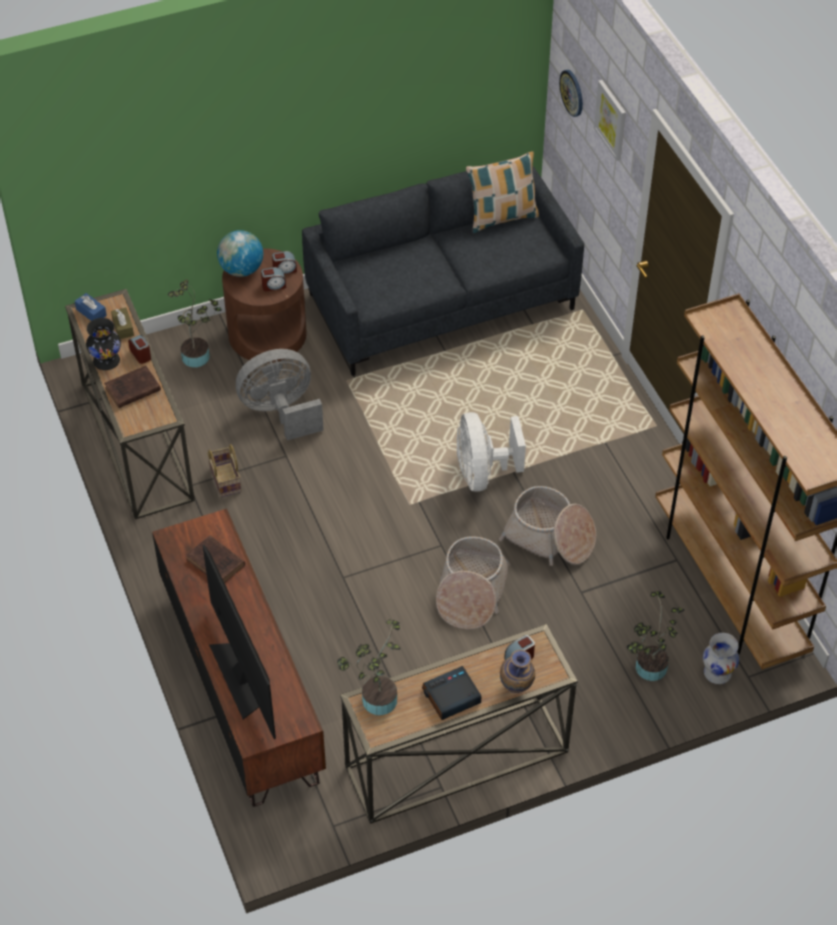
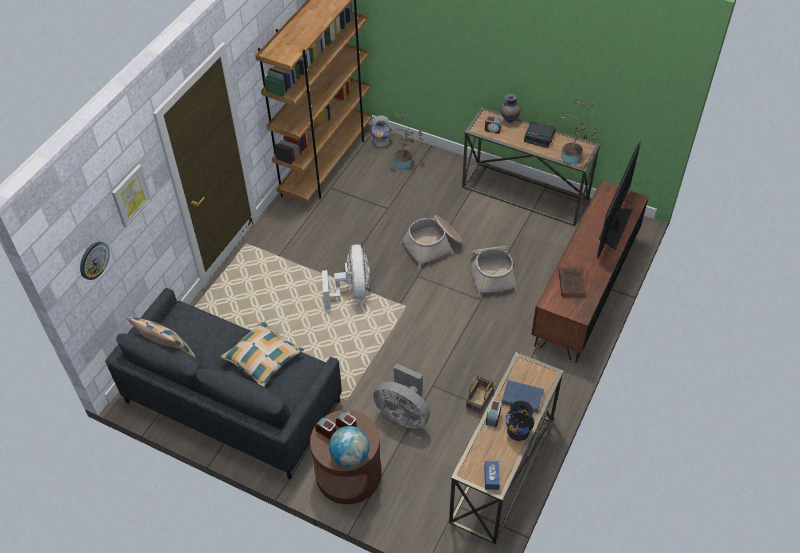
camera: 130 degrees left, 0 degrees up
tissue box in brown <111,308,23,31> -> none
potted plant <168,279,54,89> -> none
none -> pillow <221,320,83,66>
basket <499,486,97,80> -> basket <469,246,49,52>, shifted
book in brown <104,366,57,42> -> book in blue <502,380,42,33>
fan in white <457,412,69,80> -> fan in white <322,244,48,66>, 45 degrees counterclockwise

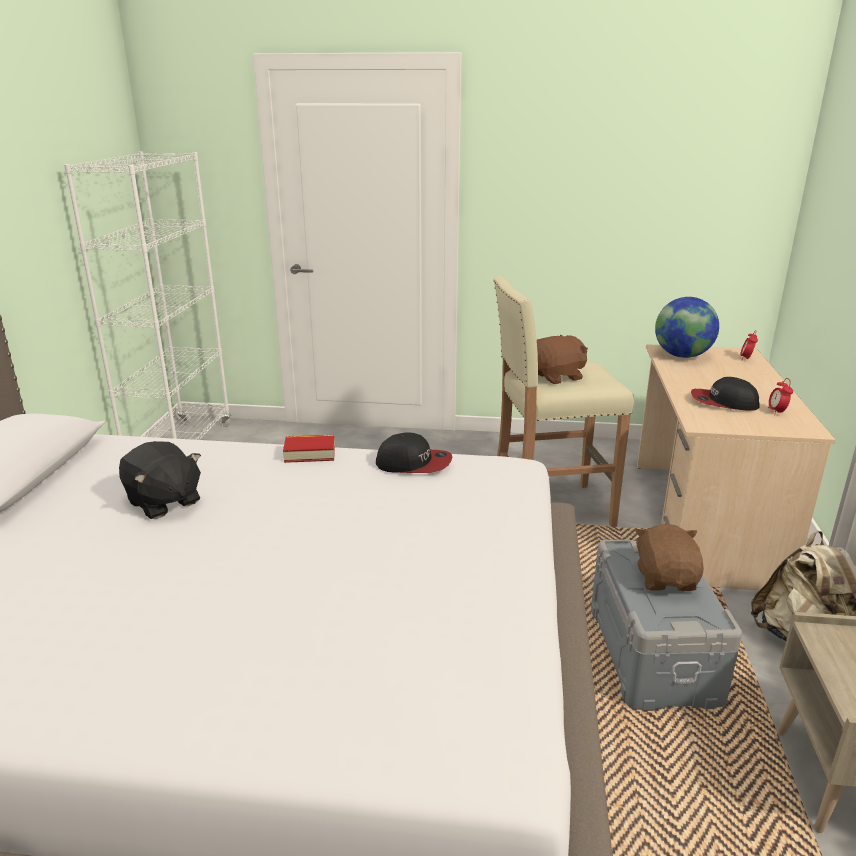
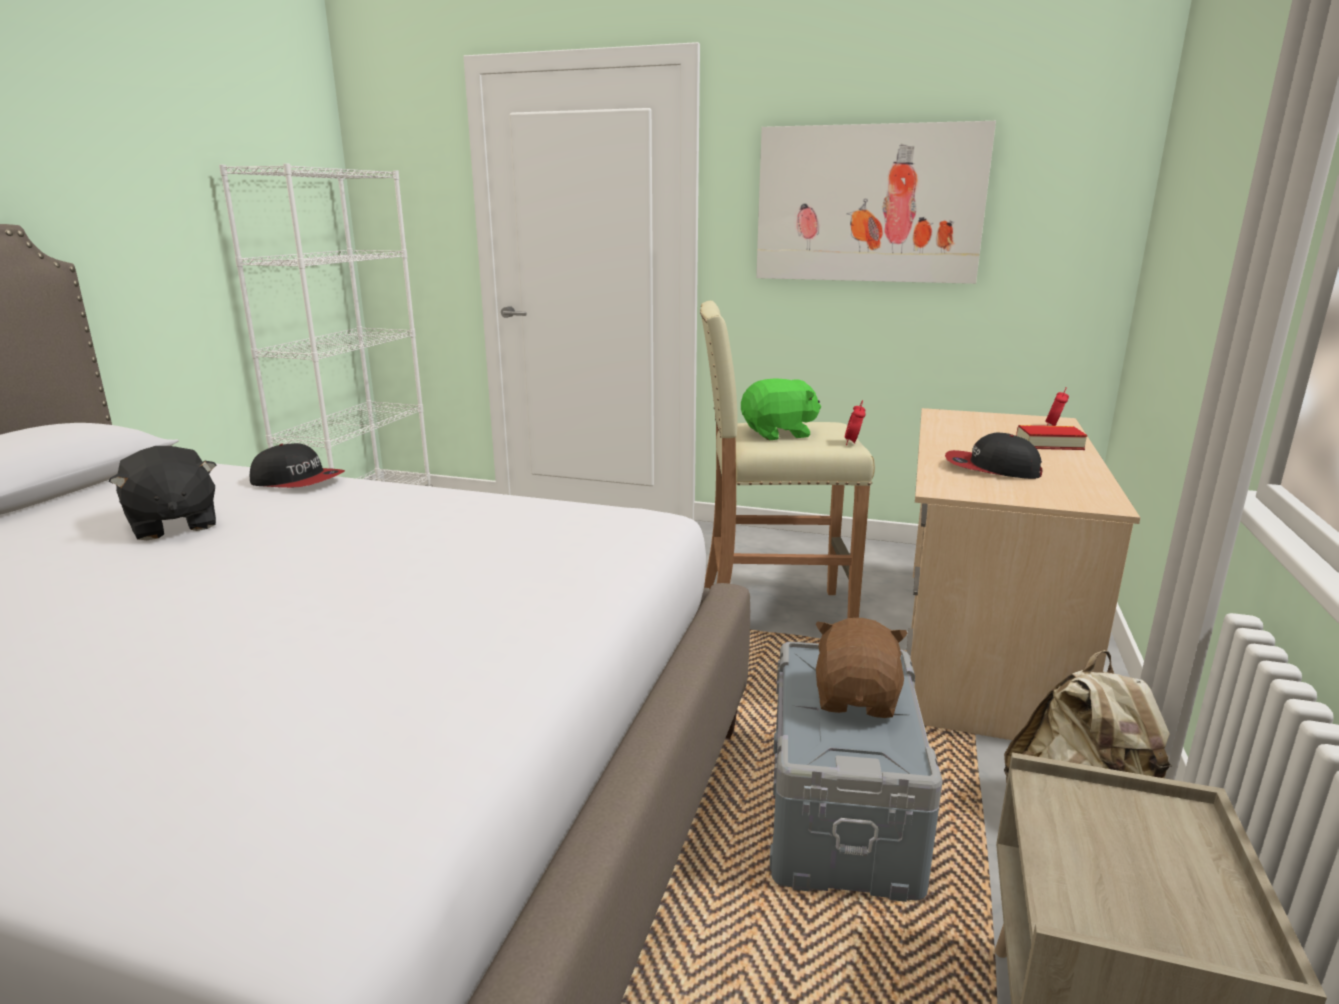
camera: 10 degrees right, 5 degrees down
globe <655,297,64,61> -> none
none -> picture <756,121,240,163>
book <283,435,52,28> -> book <1016,425,71,25>, shifted
cap <376,432,76,41> -> cap <250,443,95,45>, shifted
alarm clock <768,378,25,37> -> alarm clock <844,400,22,45>, shifted
plush toy in brown <537,334,51,50> -> plush toy in green <741,379,80,61>

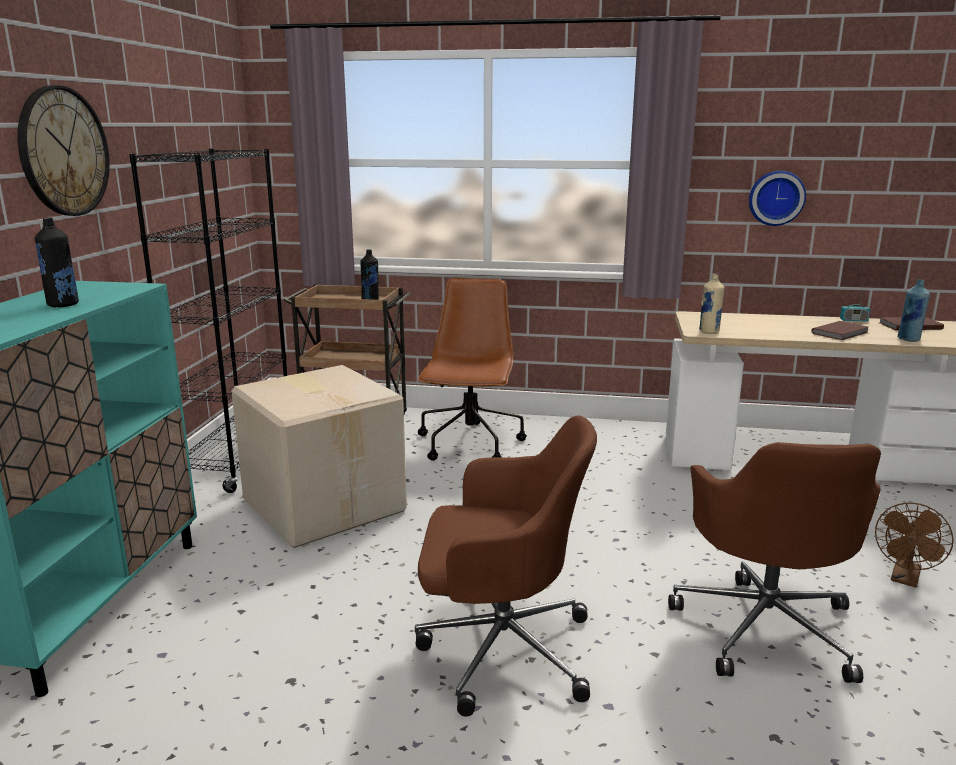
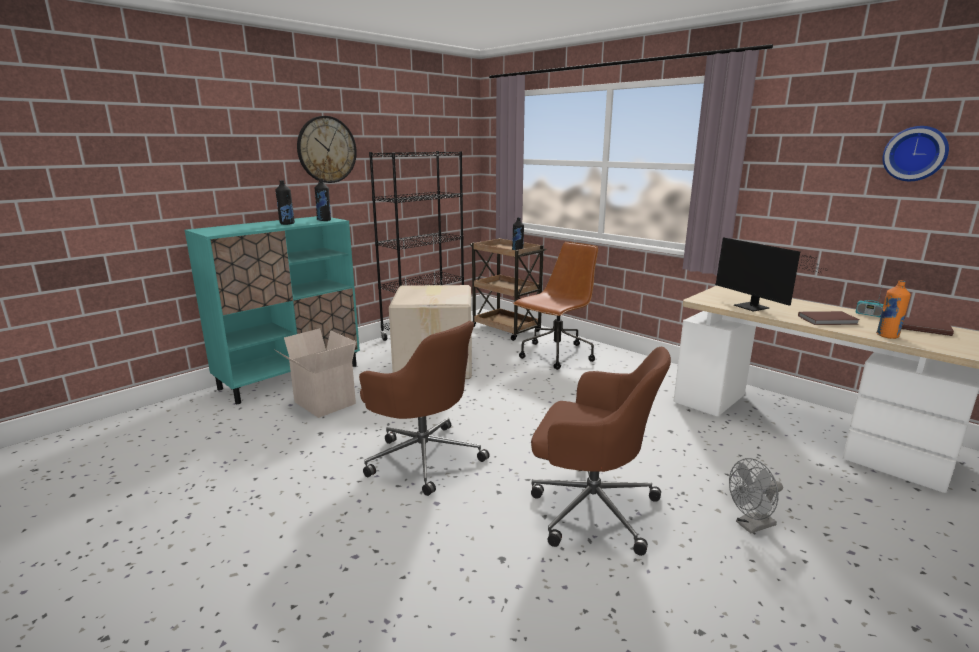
camera: 35 degrees right, 0 degrees up
bottle in beige <699,274,25,60> -> none
none -> cardboard box <274,328,82,90>
none -> bottle in black <314,179,17,42>
none -> monitor <715,237,112,75>
wall clock <749,170,57,56> -> wall clock <882,126,67,55>, shifted
fan in brown <875,503,79,84> -> fan in grey <729,458,54,75>
bottle in blue <897,279,33,63> -> bottle in orange <876,280,35,59>
office chair in brown <668,442,213,241> -> office chair in brown <531,347,140,209>, 105 degrees counterclockwise

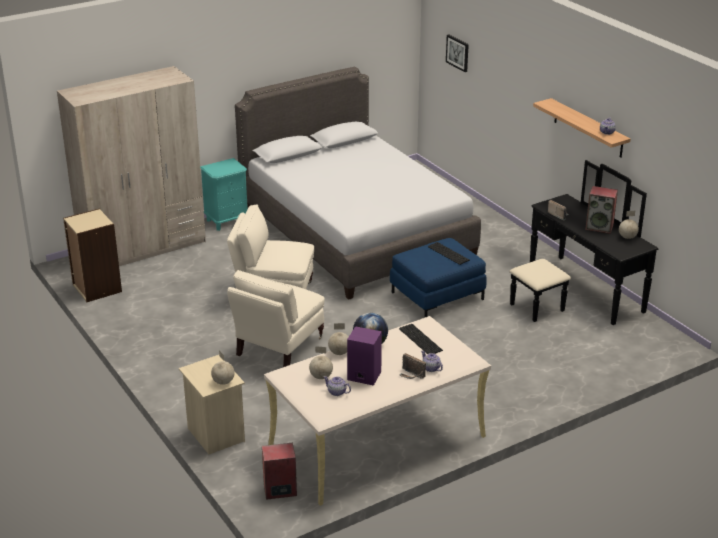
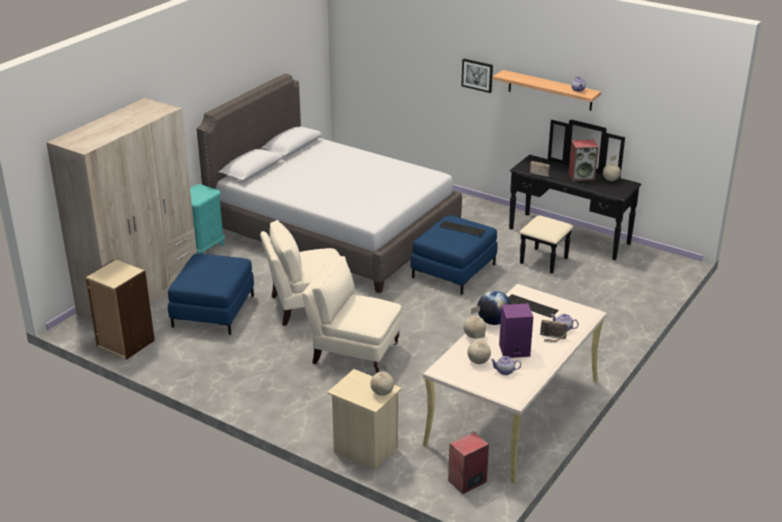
camera: 25 degrees left, 0 degrees up
none -> ottoman in blue <168,253,86,82>
picture <446,35,23,37> -> picture <461,59,32,34>, shifted
armchair in beige <227,270,97,97> -> armchair in beige <302,256,99,119>, 105 degrees clockwise

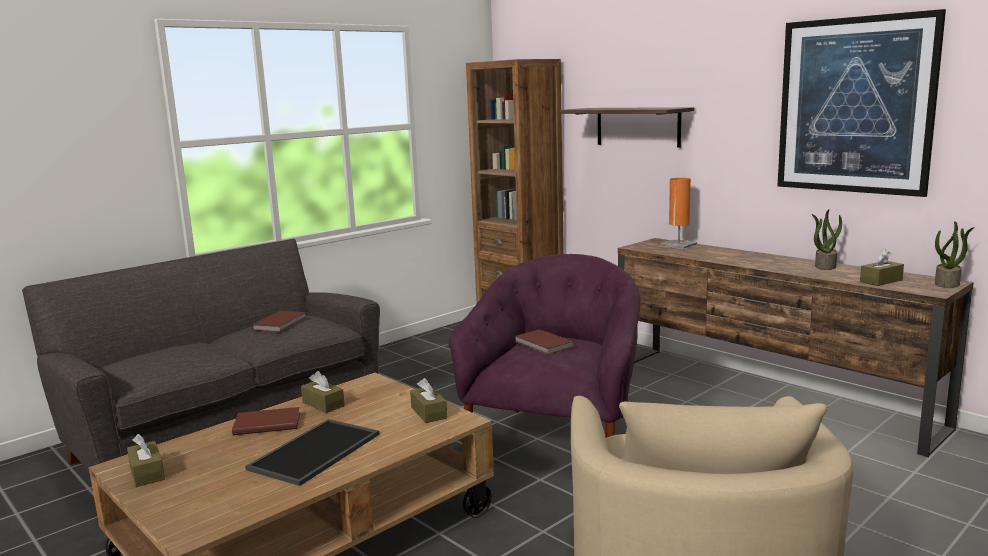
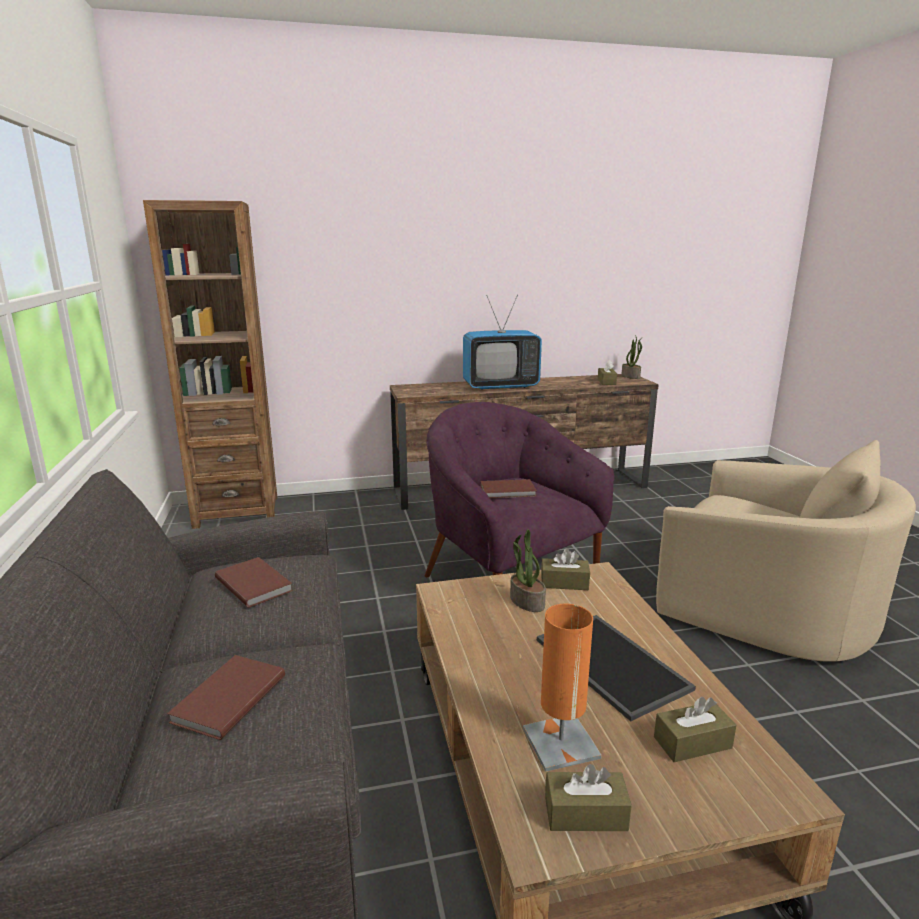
camera: 60 degrees left, 5 degrees up
shelf <559,107,135,41> -> none
picture <777,9,169,188> -> none
none -> television <463,295,79,95>
book in brown <232,407,68,28> -> book in brown <167,655,118,85>, shifted
tissue box in brown <301,371,44,42> -> tissue box in brown <654,697,82,65>, shifted
table lamp in orange <660,178,37,71> -> table lamp in orange <523,604,79,168>, shifted
potted plant <812,209,30,61> -> potted plant <510,529,36,83>, shifted

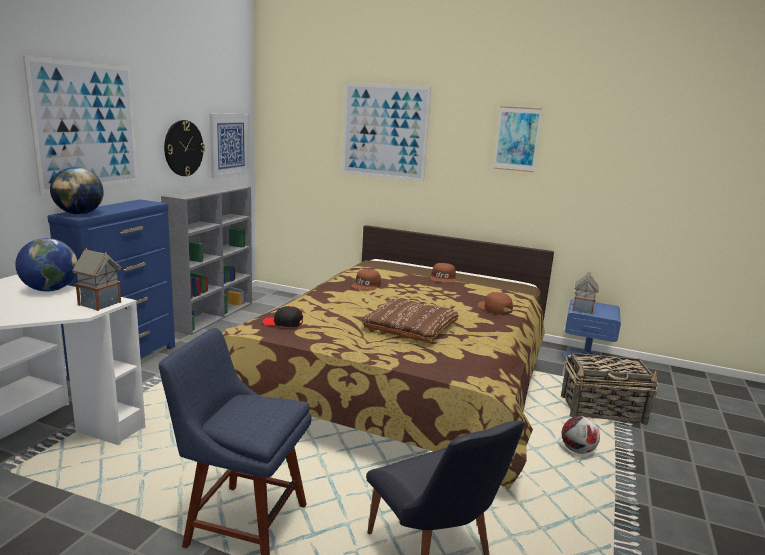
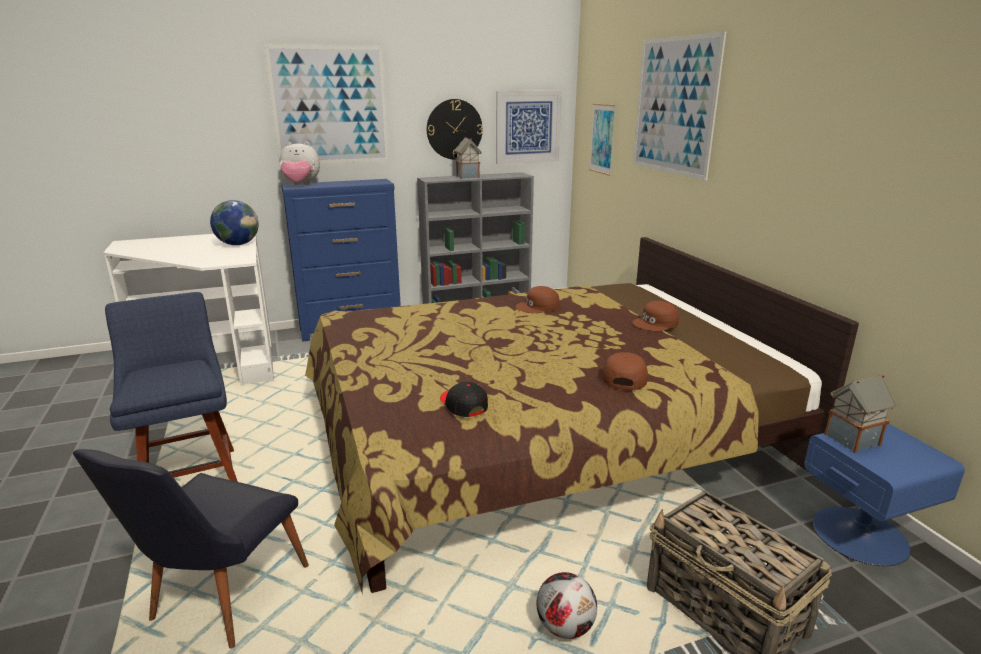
camera: 50 degrees right, 5 degrees up
pillow in brown <362,298,97,45> -> none
toy house <72,248,49,63> -> toy house <454,137,28,42>, shifted
cap in black <263,306,40,21> -> cap in black <440,382,48,35>, shifted
picture <493,106,49,66> -> picture <589,104,28,72>, shifted
globe <50,167,54,48> -> plush toy <279,142,41,43>

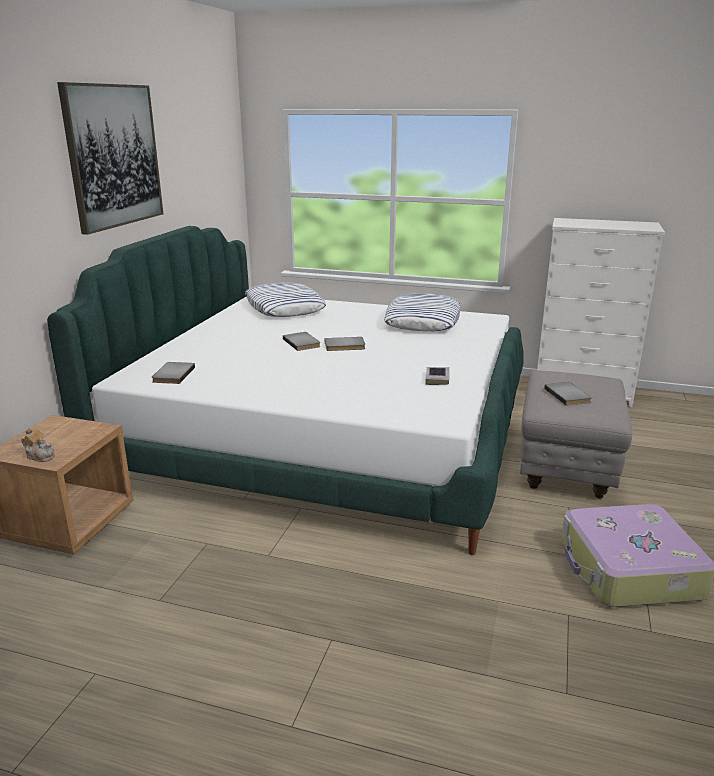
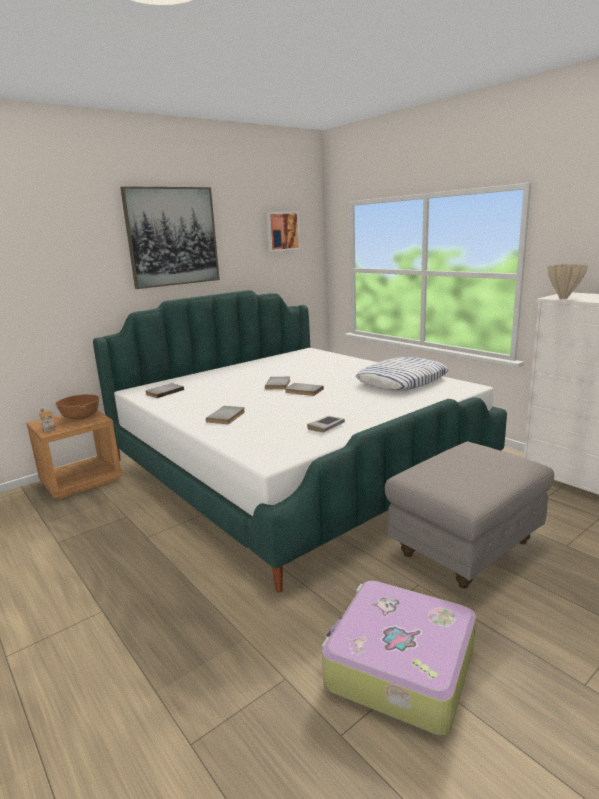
camera: 35 degrees right, 5 degrees down
pillow <245,282,81,35> -> none
none -> bowl in brown <55,394,45,25>
none -> picture <266,212,34,40>
none -> vase in beige <548,264,40,35>
book in grey <544,382,48,24> -> book in grey <206,406,39,18>, shifted

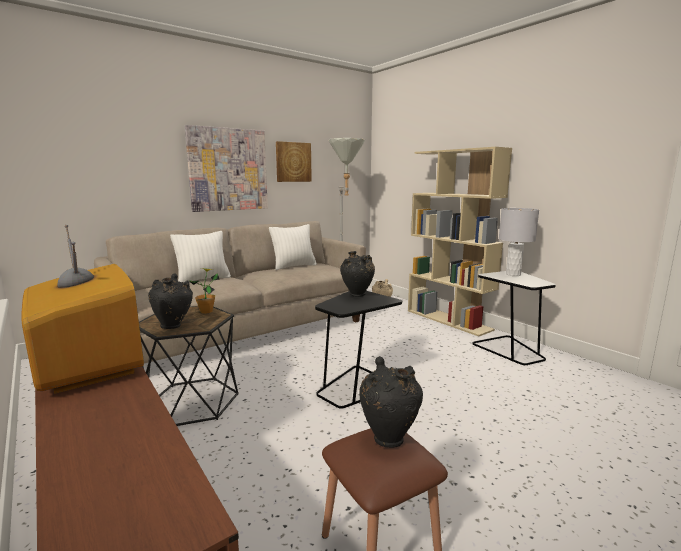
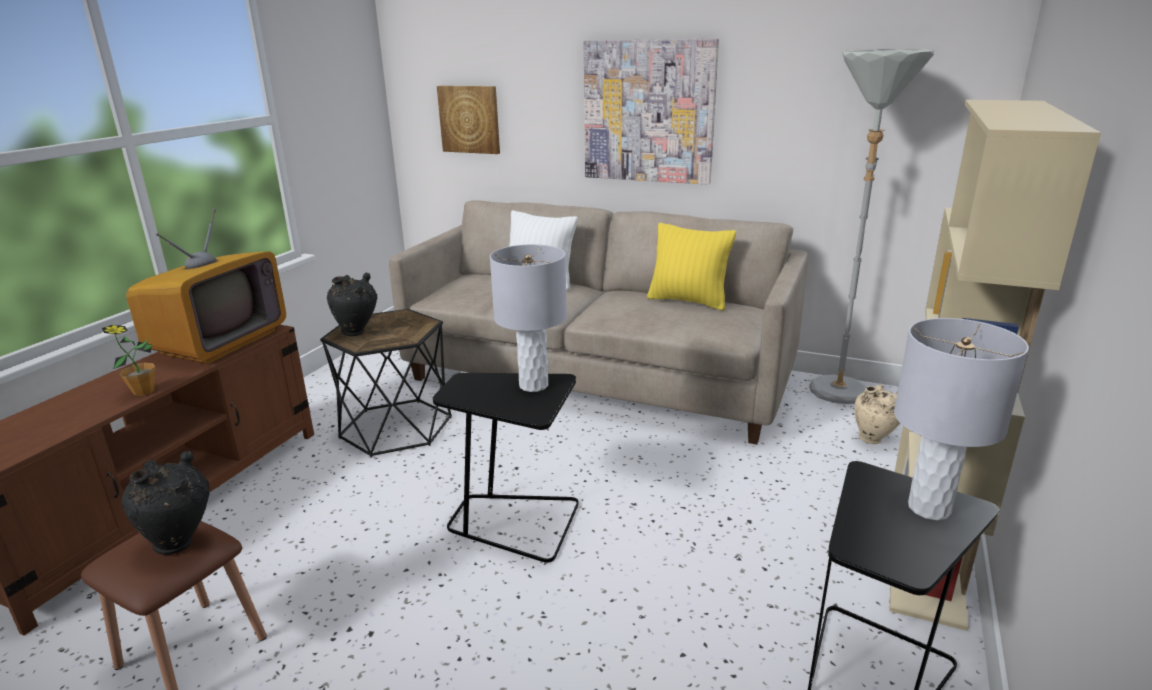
camera: 60 degrees right, 10 degrees up
potted plant <188,268,32,46> -> potted plant <102,325,53,71>, shifted
picture <276,141,36,41> -> picture <437,86,63,68>, shifted
vase in black <340,251,35,46> -> table lamp in grey <490,244,77,148>
pillow in white <269,224,48,46> -> pillow in yellow <647,223,89,87>

